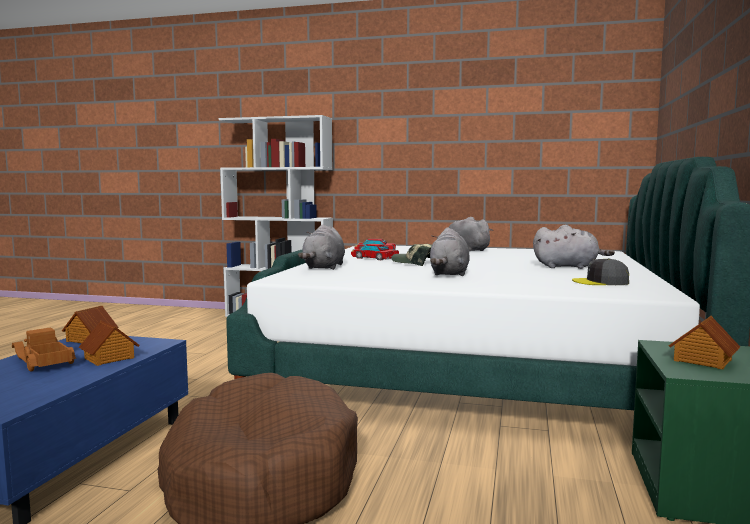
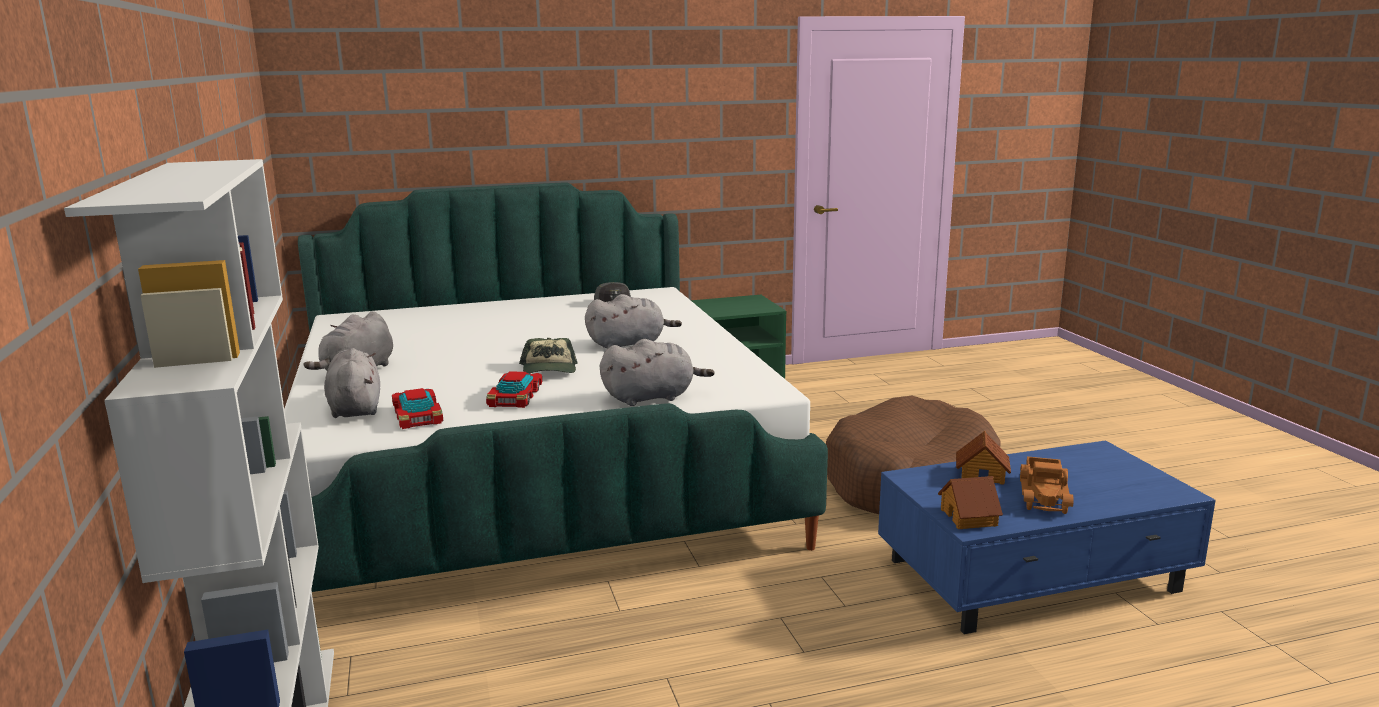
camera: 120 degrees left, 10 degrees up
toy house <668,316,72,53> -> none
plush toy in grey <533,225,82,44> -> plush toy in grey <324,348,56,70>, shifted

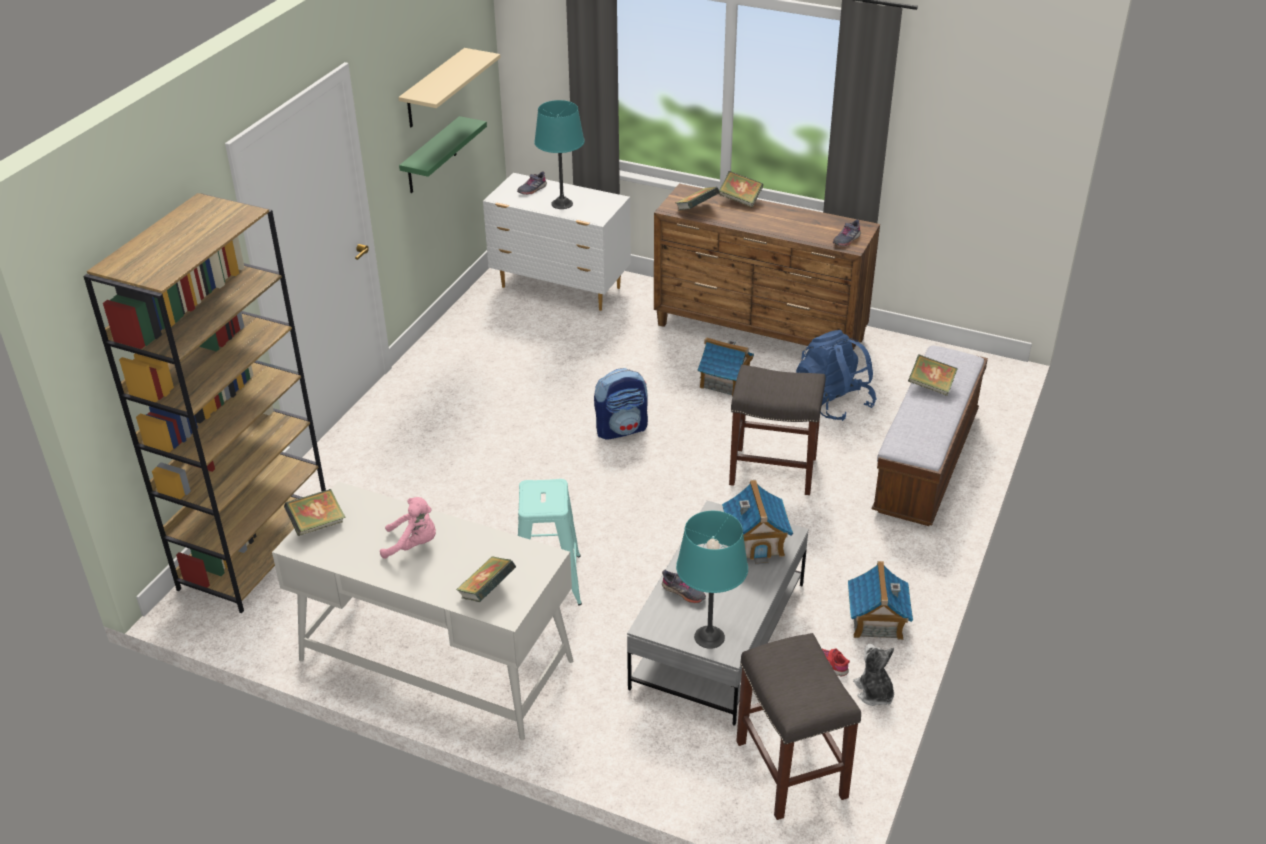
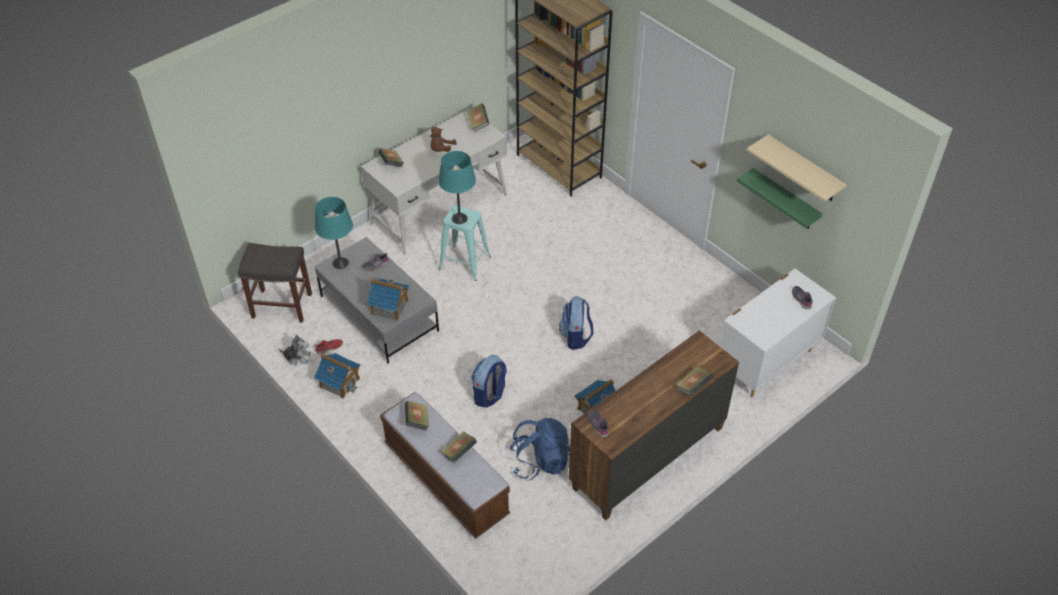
camera: 115 degrees right, 10 degrees up
table lamp in turquoise <534,100,51,109> -> table lamp in turquoise <438,151,38,73>, shifted
book <676,187,44,23> -> book <405,401,24,29>, shifted
stool in grey <729,365,96,130> -> backpack <471,355,36,53>
plush toy in pink <380,497,56,62> -> plush toy in brown <430,127,27,25>

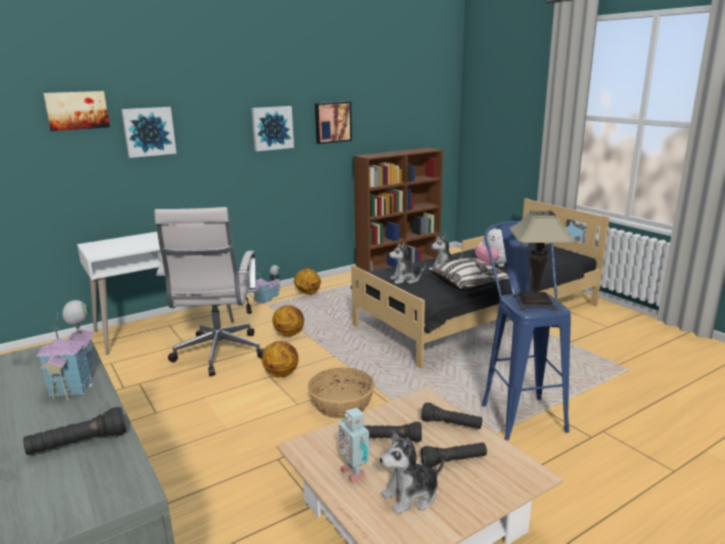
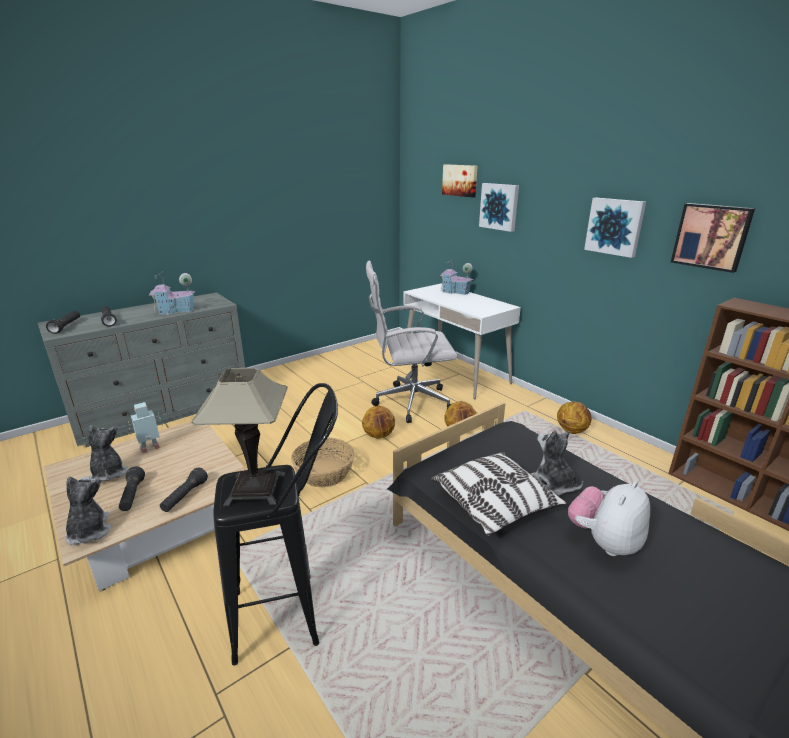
camera: 85 degrees right, 5 degrees up
toy house <254,265,27,39> -> toy house <440,259,34,36>, shifted
flashlight in black <364,422,58,20> -> flashlight in black <46,311,34,23>, shifted
plush toy <389,242,37,42> -> plush toy <66,476,46,69>, shifted
stool in blue <482,221,89,219> -> stool in black <213,383,125,283>

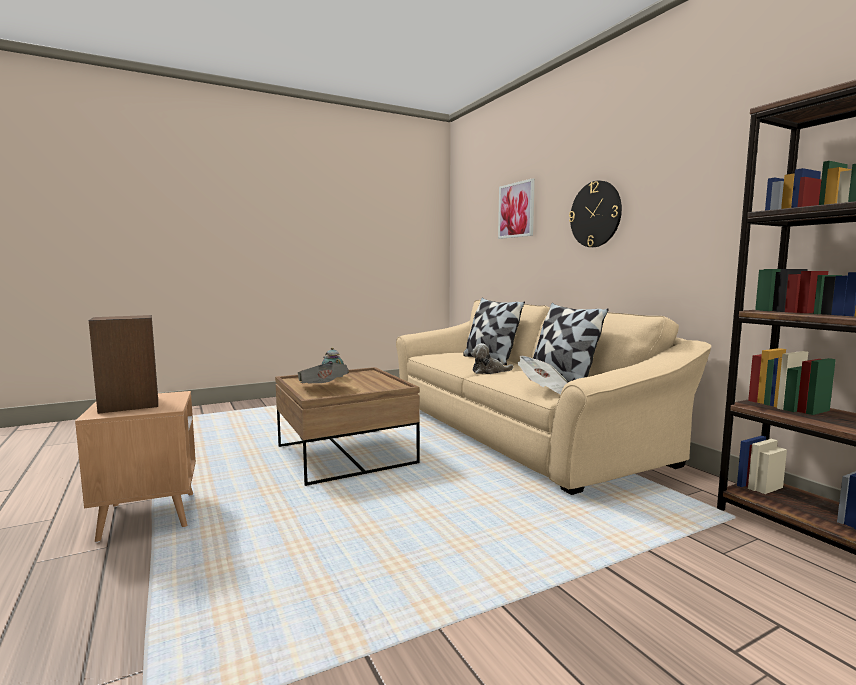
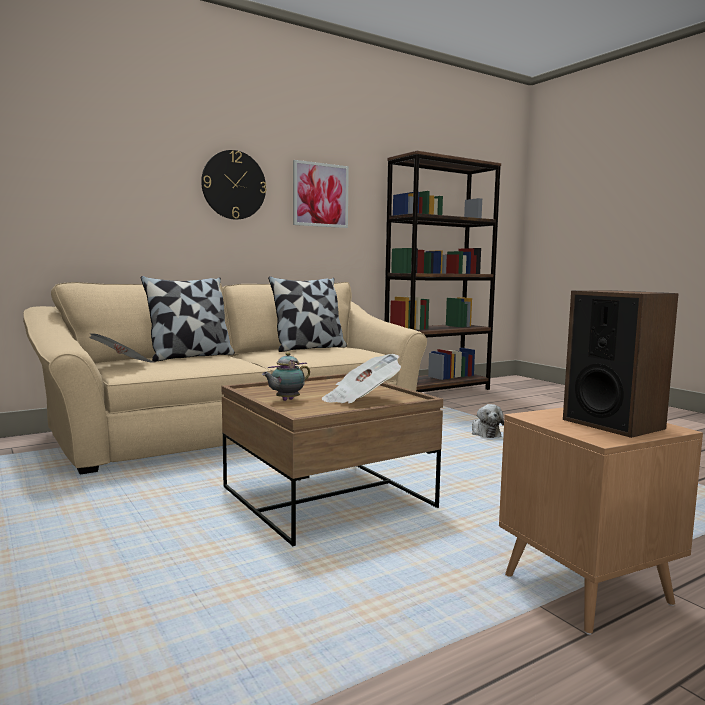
camera: 95 degrees left, 0 degrees up
plush toy <471,343,42,31> -> plush toy <472,404,32,34>, shifted
picture <498,178,37,61> -> picture <293,160,56,68>, shifted
newspaper <518,356,49,39> -> newspaper <89,333,66,30>, shifted

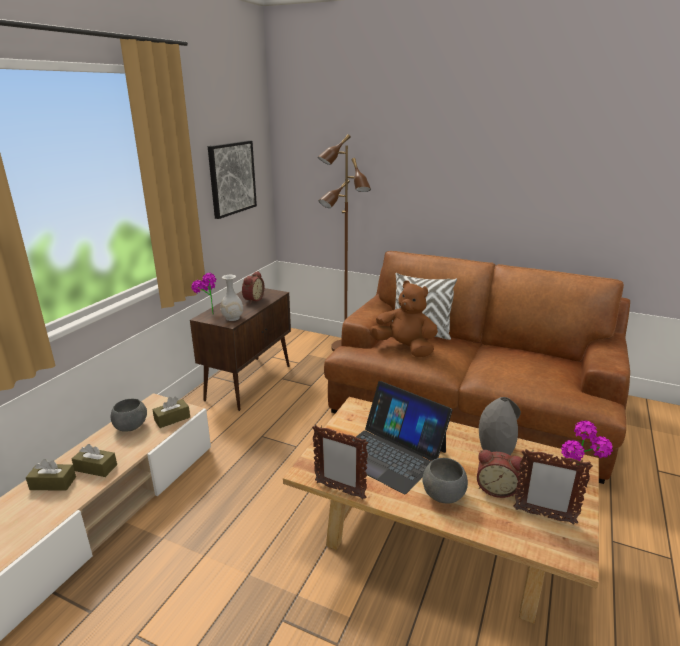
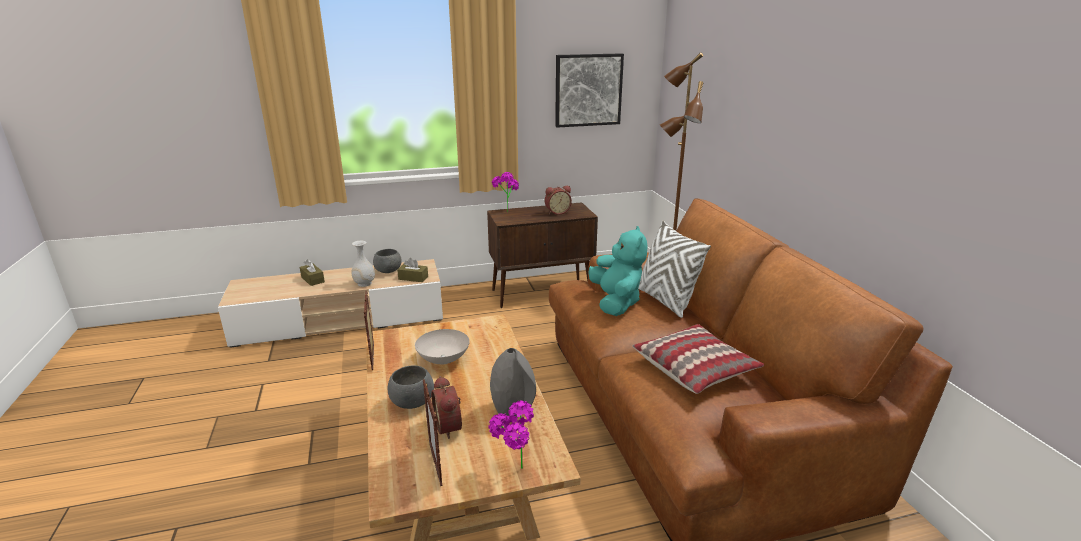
camera: 50 degrees right, 0 degrees up
tissue box in brown <72,444,45,33> -> none
none -> pillow <632,324,132,70>
vase in white <220,275,23,46> -> vase in white <351,241,24,46>, shifted
laptop <350,381,103,113> -> bowl in white <415,329,55,35>
plush toy in brown <369,281,69,76> -> plush toy in turquoise <588,226,60,90>

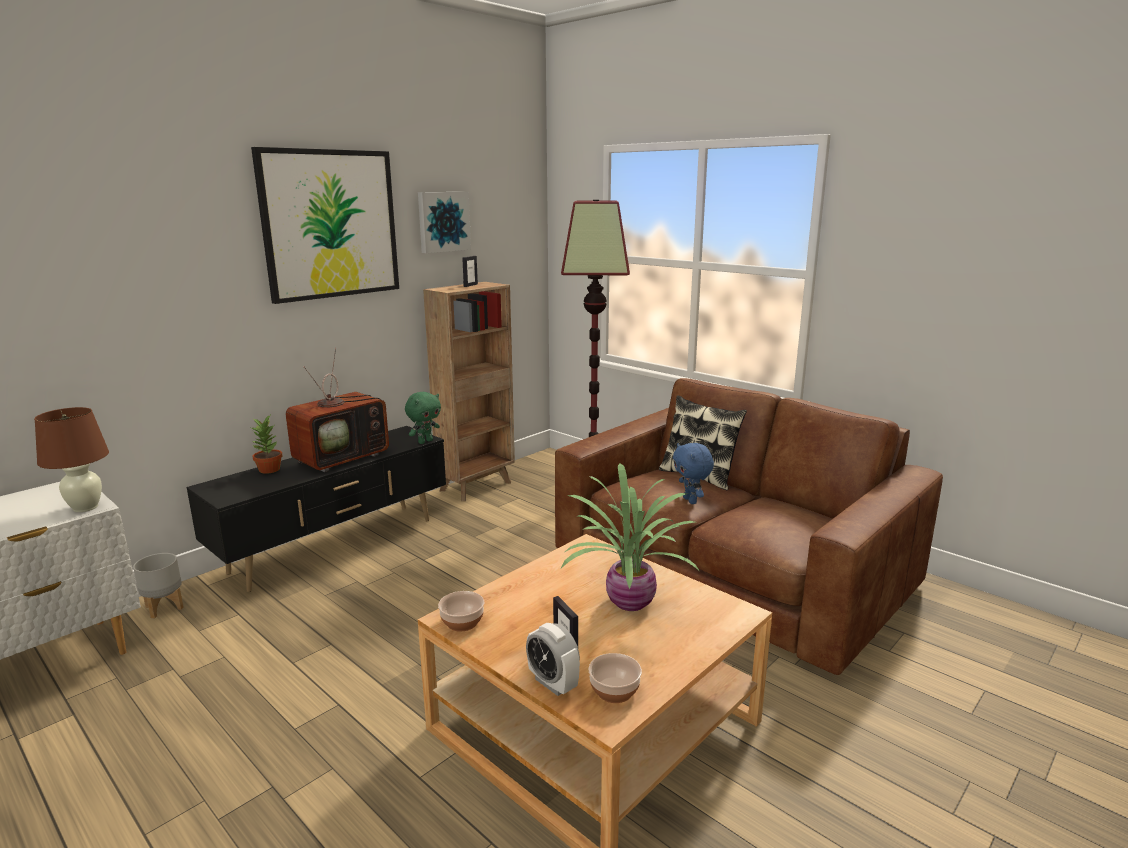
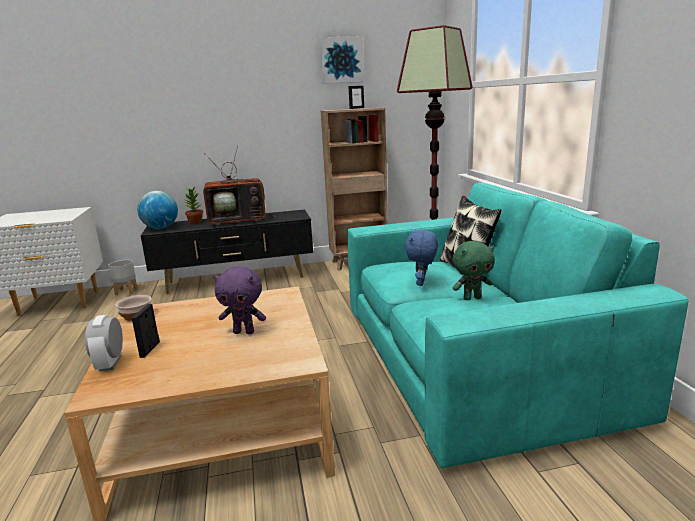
camera: 35 degrees right, 0 degrees up
table lamp in brown <34,407,75,105> -> none
picture <251,147,148,157> -> none
bowl <588,653,54,50> -> none
none -> globe <137,191,41,38>
plush toy in green <405,392,36,52> -> plush toy in green <453,241,42,59>, shifted
potted plant <561,464,138,147> -> plush toy in purple <213,266,53,68>
sofa in brown <555,378,388,297> -> sofa in turquoise <347,183,341,285>

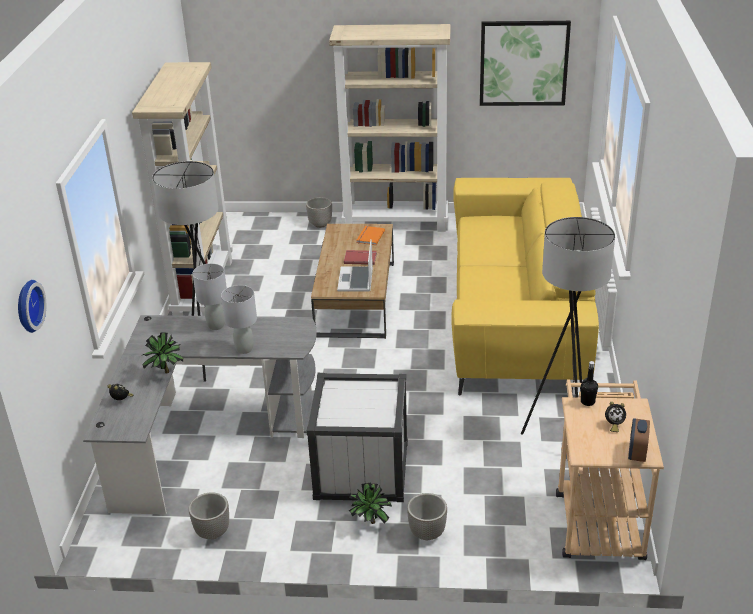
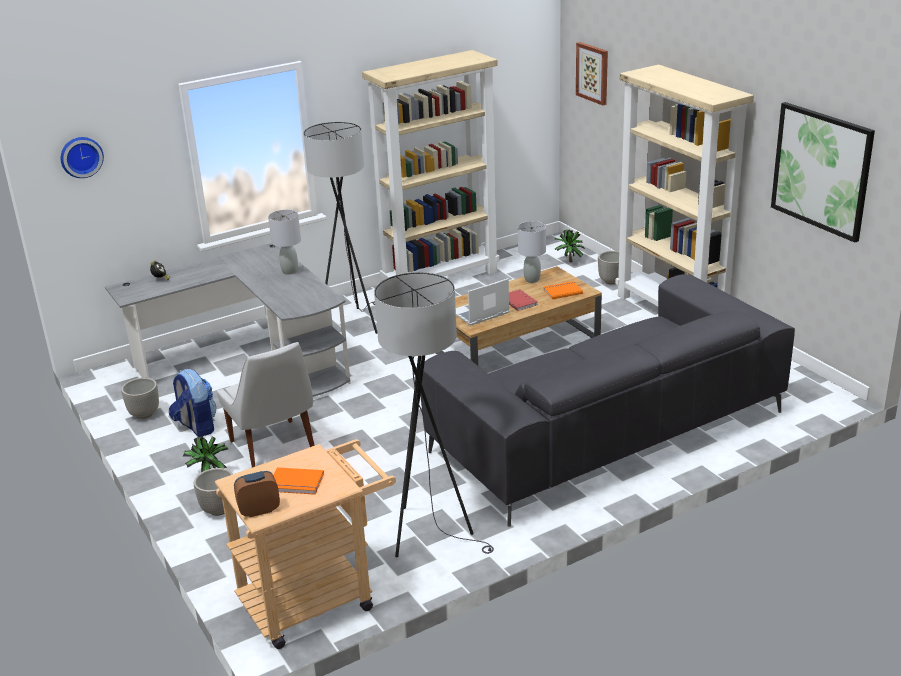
camera: 55 degrees right, 5 degrees down
bottle in black <581,361,17,45> -> none
none -> backpack <169,369,47,68>
none -> picture <576,42,32,63>
potted plant <141,332,42,42> -> potted plant <555,230,30,32>, shifted
table lamp in grey <221,285,36,69> -> table lamp in grey <518,221,28,62>, shifted
storage box in white <307,373,101,129> -> chair in white <217,342,98,126>
alarm clock <605,402,21,30> -> book in orange <274,467,50,28>
sofa in yellow <452,178,147,217> -> sofa in grey <419,274,376,253>

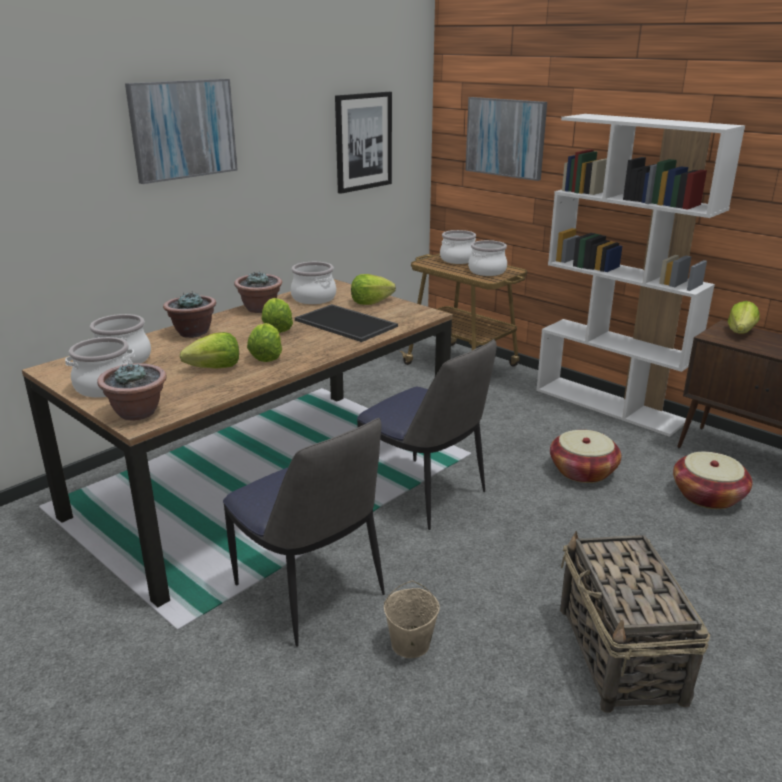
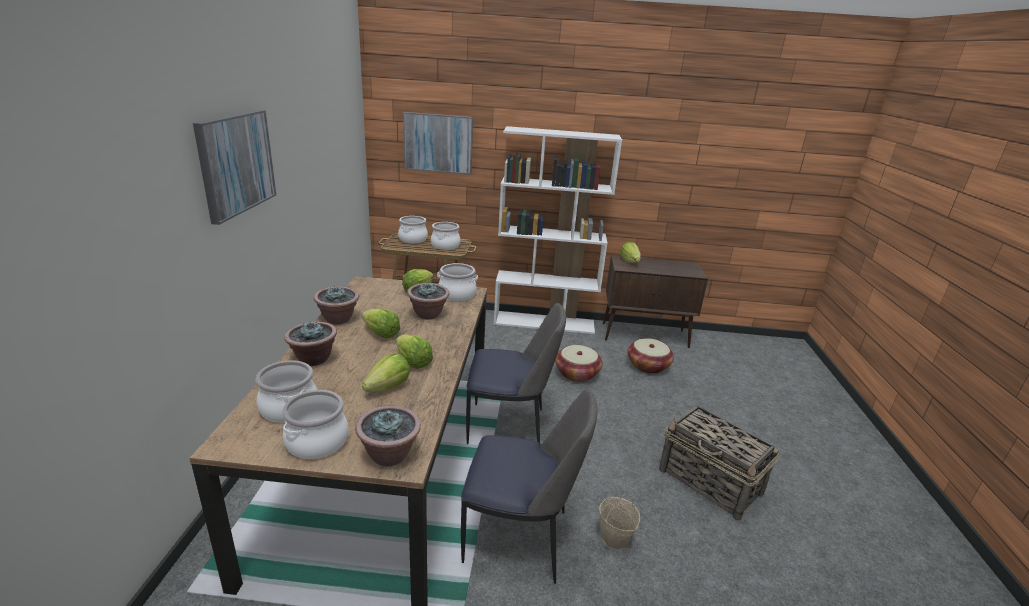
camera: 40 degrees left, 0 degrees up
picture <335,92,57,102> -> none
cooking pot <291,262,45,42> -> cooking pot <437,263,41,38>, shifted
tray <295,304,103,38> -> potted plant <407,283,42,36>

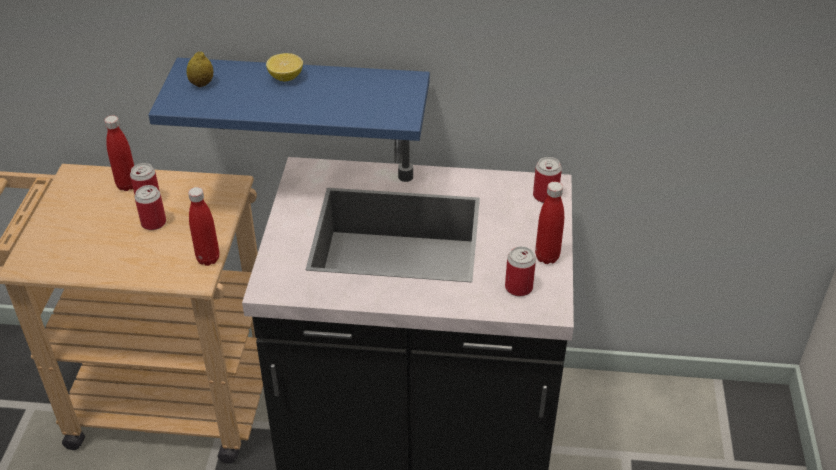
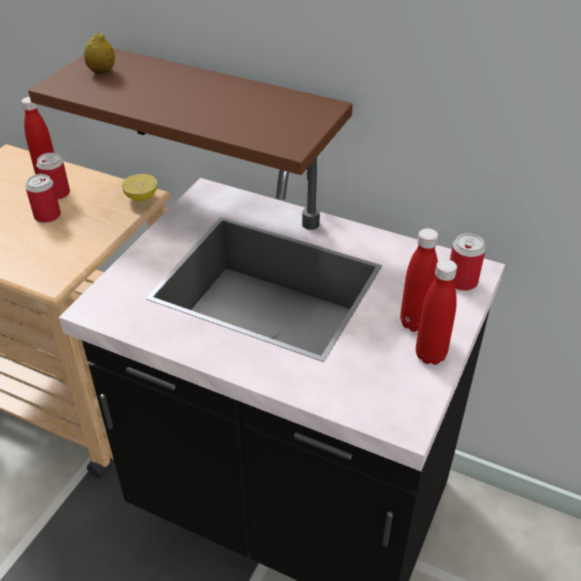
camera: 20 degrees right, 0 degrees up
can <505,246,31,50> -> none
bottle in red <188,187,31,79> -> bottle in red <400,228,38,104>, shifted
lemon <266,53,37,28> -> lemon <122,174,35,27>, shifted
shelf in blue <148,58,282,83> -> shelf in brown <28,48,325,132>

